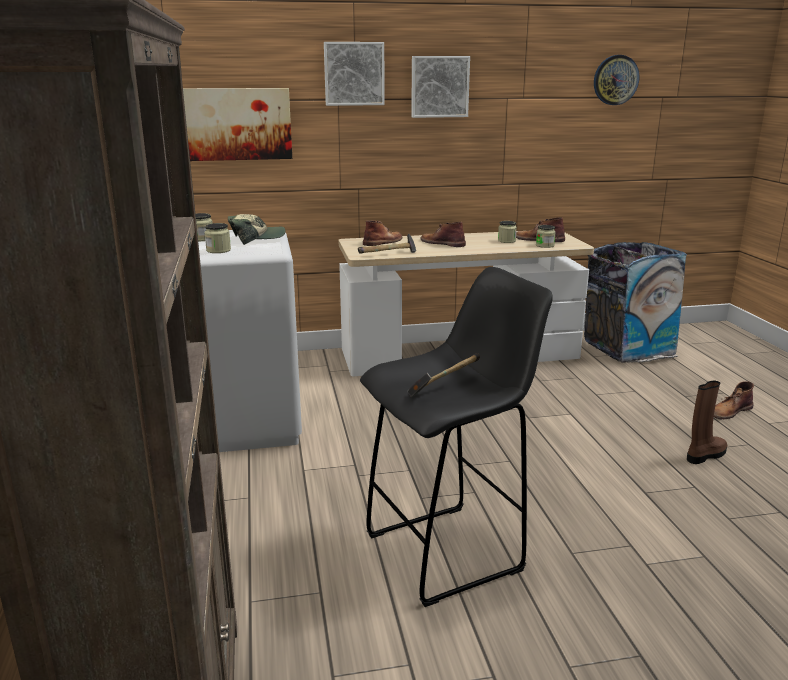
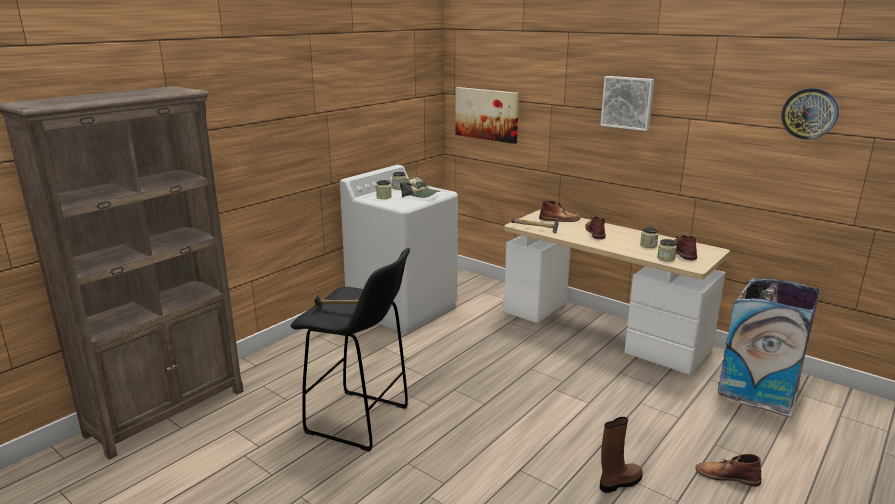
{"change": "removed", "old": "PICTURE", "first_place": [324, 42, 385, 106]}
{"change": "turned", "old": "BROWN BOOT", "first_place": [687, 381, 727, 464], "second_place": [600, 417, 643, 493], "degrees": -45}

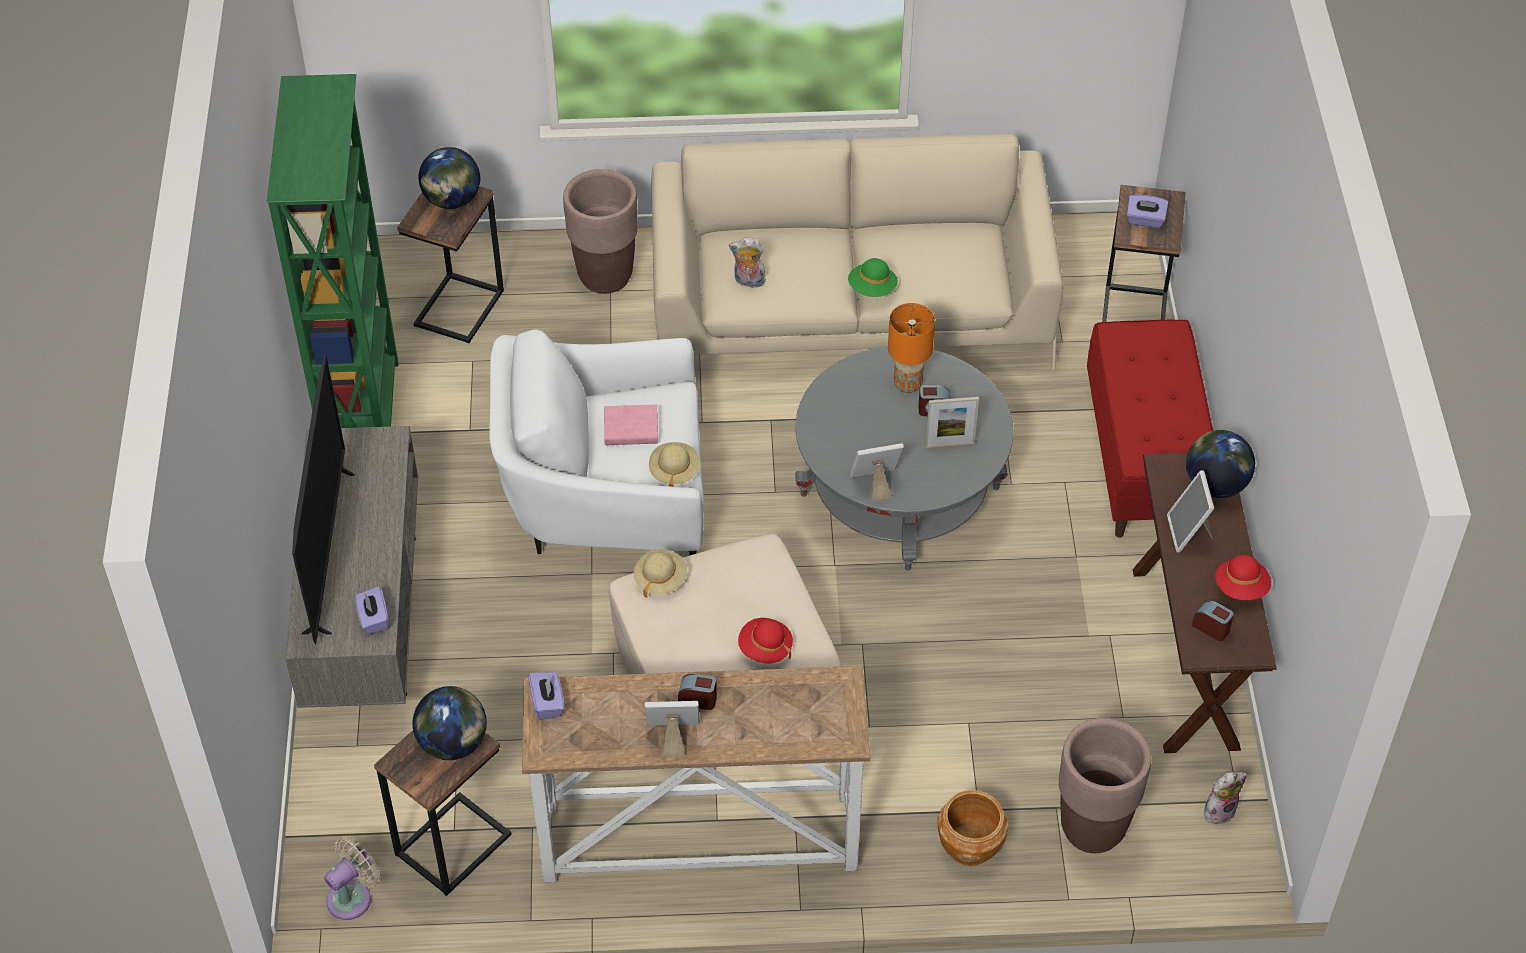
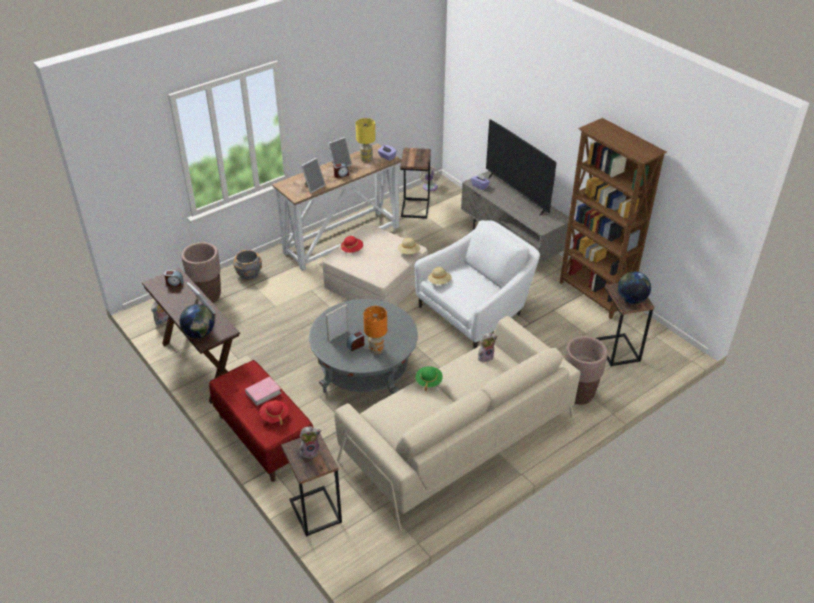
{"change": "recoloured", "old": "GREEN BOOKCASE", "new": "BROWN BOOKCASE", "first_place": [267, 74, 399, 428], "second_place": [560, 118, 667, 319]}
{"change": "removed", "old": "GLOBE", "first_place": [413, 686, 487, 760]}
{"change": "moved", "old": "PINK BOOK", "first_place": [604, 404, 658, 445], "second_place": [245, 377, 281, 406]}
{"change": "moved", "old": "PICTURE FRAME", "first_place": [850, 443, 904, 501], "second_place": [301, 158, 326, 193]}
{"change": "recoloured", "old": "BROWN PLANTER", "new": "GREY PLANTER", "first_place": [937, 790, 1008, 866], "second_place": [233, 250, 262, 280]}
{"change": "replaced", "old": "PURPLE TISSUE BOX", "new": "PLUSH TOY", "first_place": [1127, 195, 1168, 228], "second_place": [300, 426, 321, 459]}
{"change": "moved", "old": "RED HAT", "first_place": [1215, 555, 1271, 600], "second_place": [260, 400, 289, 425]}
{"change": "added", "new": "YELLOW TABLE LAMP", "second_place": [356, 118, 376, 162]}

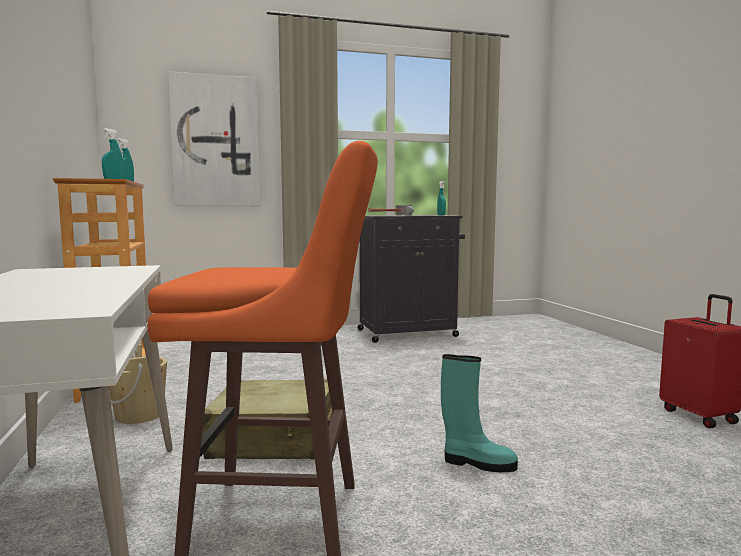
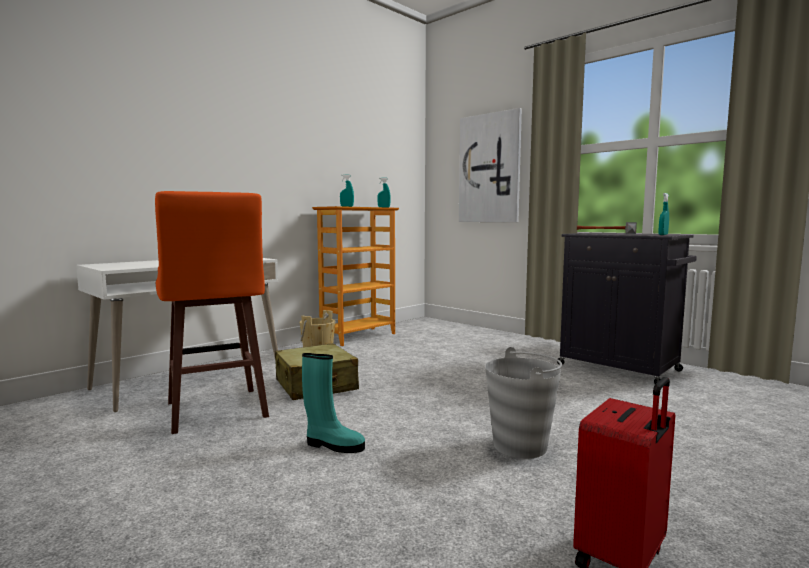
{"change": "turned", "old": "TURQUOISE BOOT", "first_place": [441, 354, 518, 472], "second_place": [302, 353, 365, 453], "degrees": -60}
{"change": "added", "new": "GREY BUCKET", "second_place": [485, 347, 562, 459]}

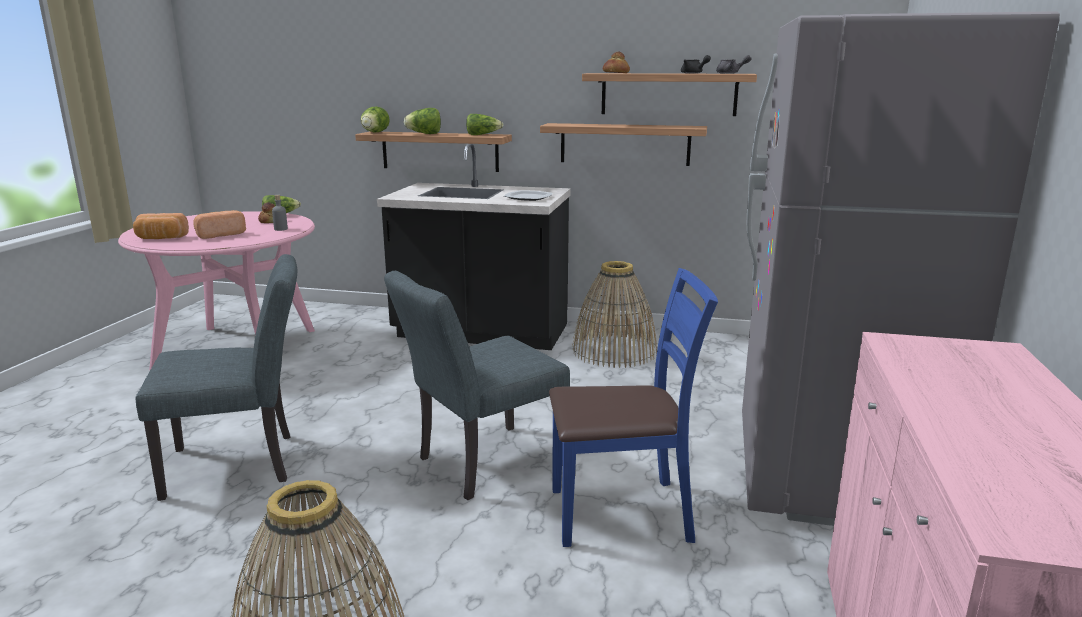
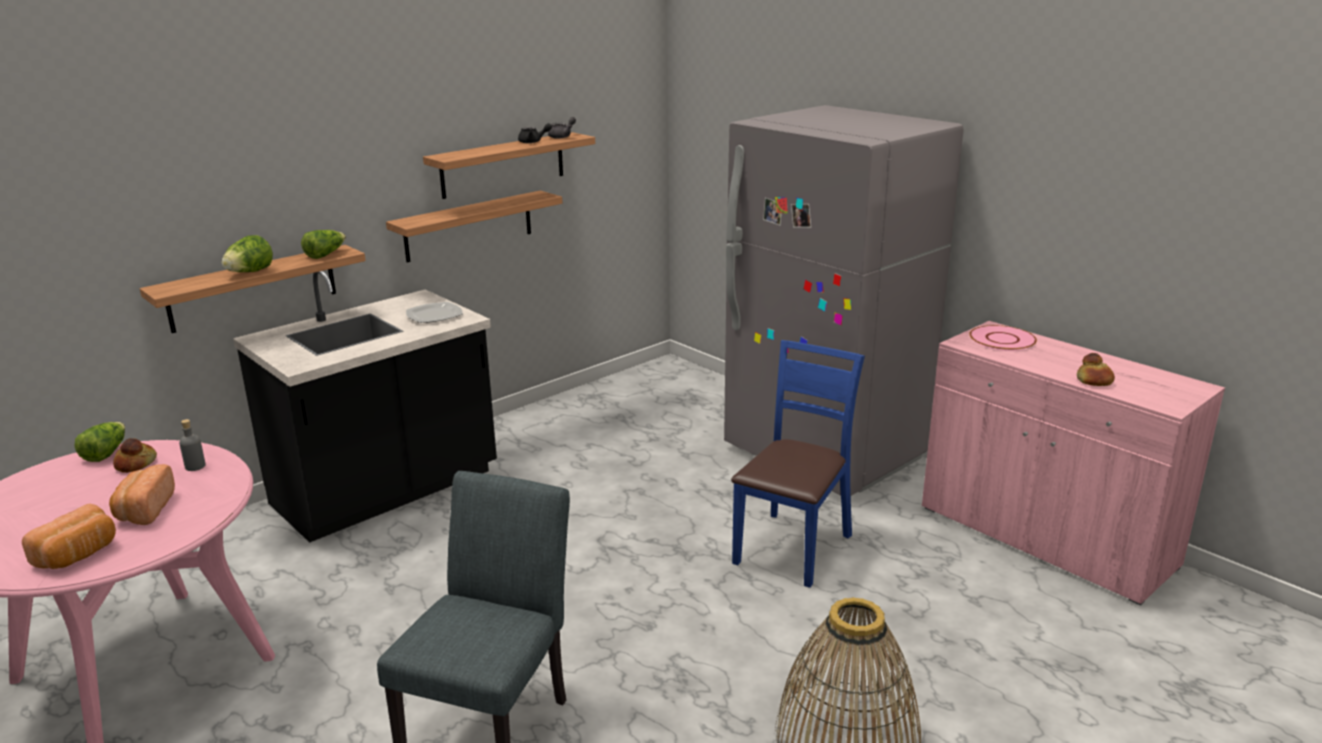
{"change": "removed", "old": "LETTUCE", "first_place": [361, 106, 390, 132]}
{"change": "removed", "old": "GREY CHAIR", "first_place": [384, 271, 570, 500]}
{"change": "removed", "old": "BASKET", "first_place": [572, 261, 657, 368]}
{"change": "moved", "old": "BREAD", "first_place": [603, 52, 630, 73], "second_place": [1077, 353, 1115, 386]}
{"change": "added", "new": "PINK PLATE", "second_place": [969, 325, 1037, 351]}

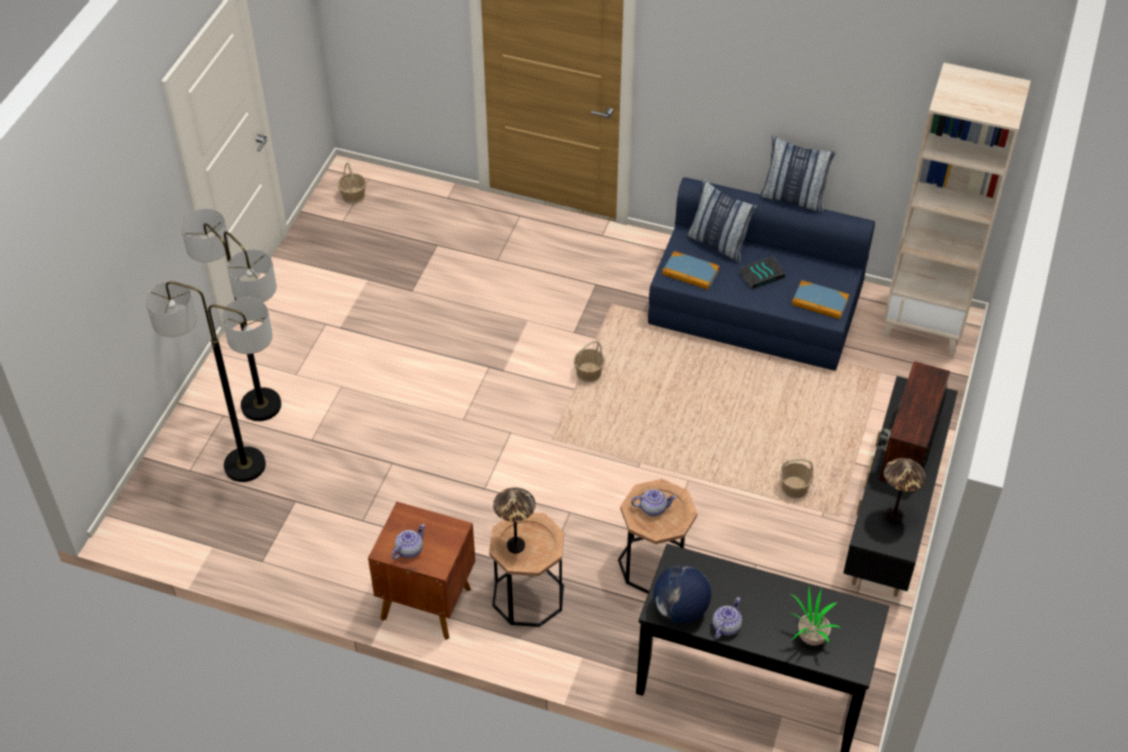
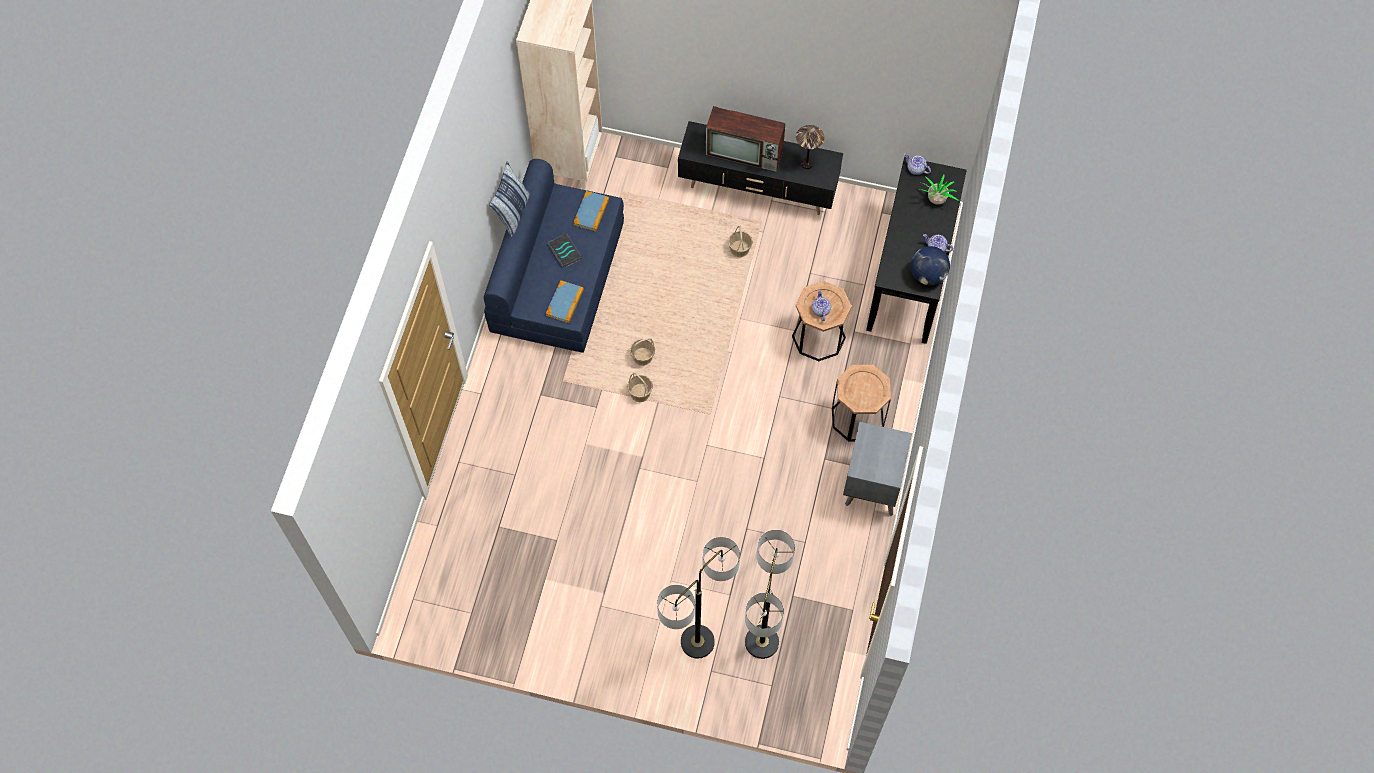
{"change": "moved", "old": "BASKET", "first_place": [338, 162, 366, 205], "second_place": [630, 338, 655, 366]}
{"change": "recoloured", "old": "BROWN NIGHTSTAND", "new": "GREY NIGHTSTAND", "first_place": [368, 501, 475, 640], "second_place": [843, 422, 912, 516]}
{"change": "moved", "old": "TEAPOT", "first_place": [392, 524, 425, 559], "second_place": [904, 153, 931, 175]}
{"change": "removed", "old": "TABLE LAMP", "first_place": [493, 487, 536, 554]}
{"change": "removed", "old": "PILLOW", "first_place": [687, 178, 757, 263]}

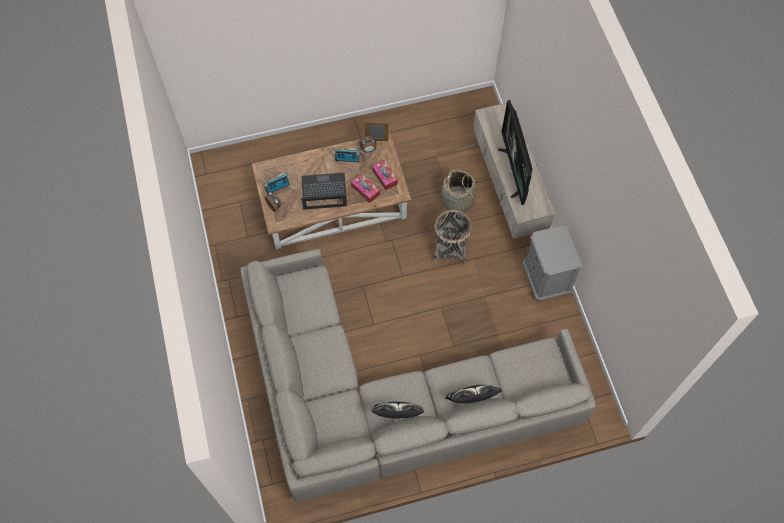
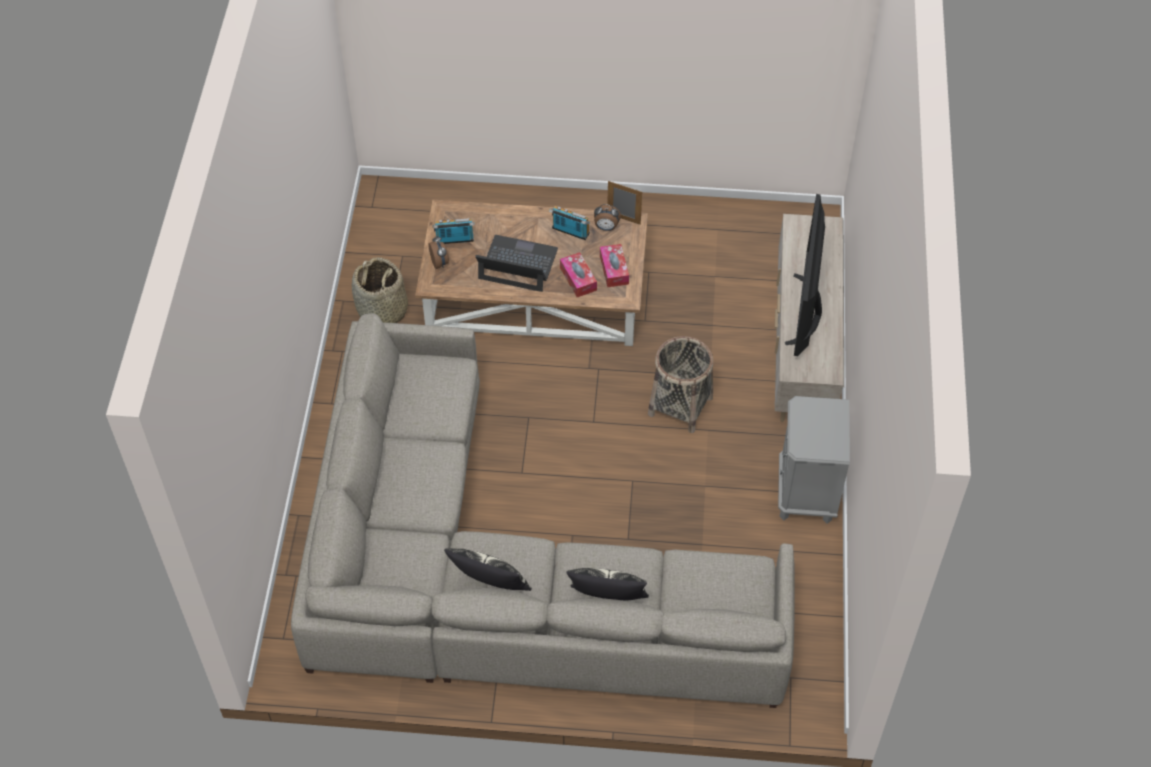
{"change": "moved", "old": "BASKET", "first_place": [441, 169, 475, 212], "second_place": [352, 257, 408, 323]}

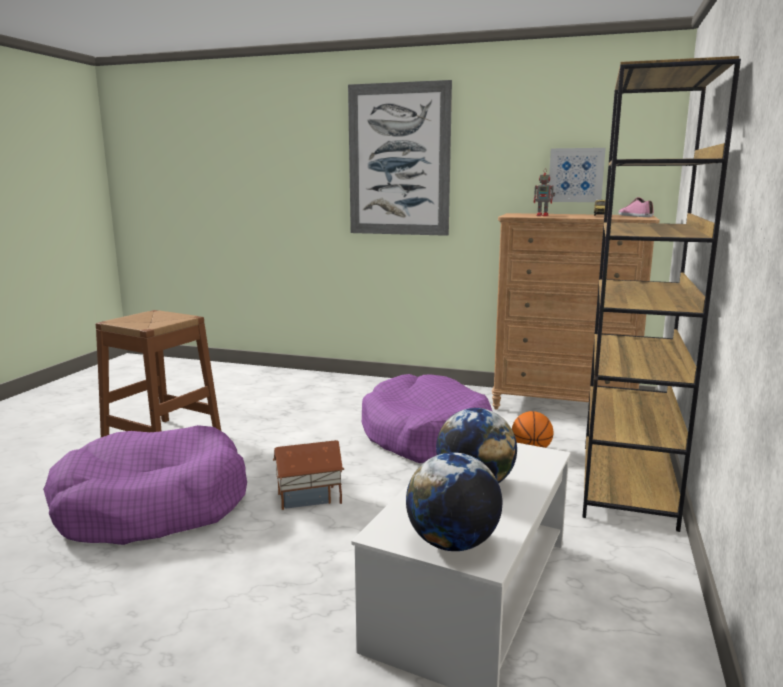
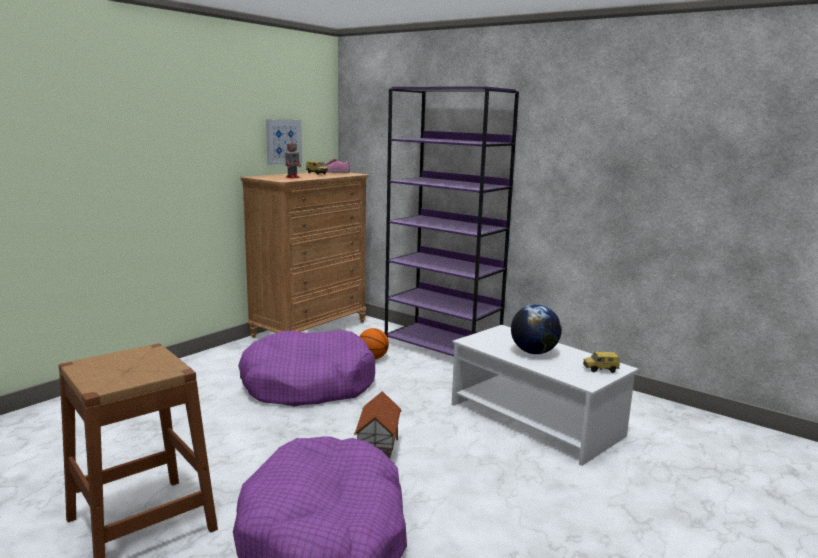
{"change": "removed", "old": "PICTURE", "first_place": [348, 80, 452, 236]}
{"change": "replaced", "old": "GLOBE", "new": "TOY CAR", "first_place": [406, 452, 502, 551], "second_place": [583, 352, 620, 373]}
{"change": "recoloured", "old": "BROWN BOOKCASE", "new": "PURPLE BOOKCASE", "first_place": [582, 56, 741, 532], "second_place": [385, 86, 519, 356]}

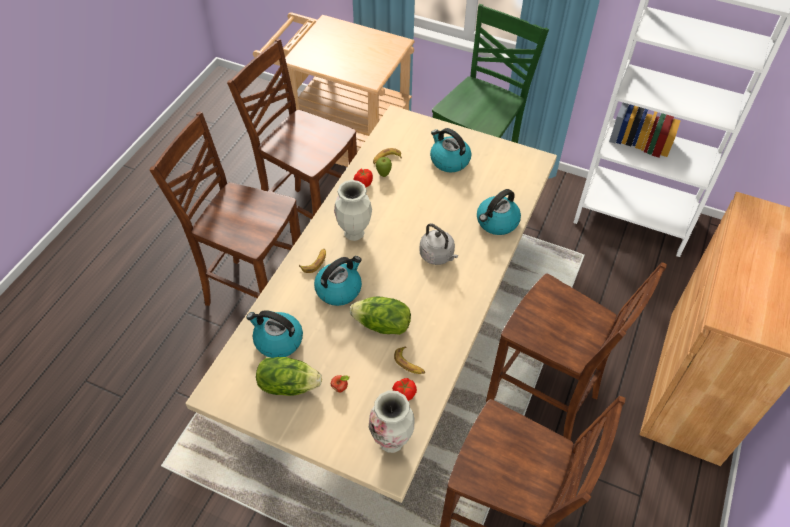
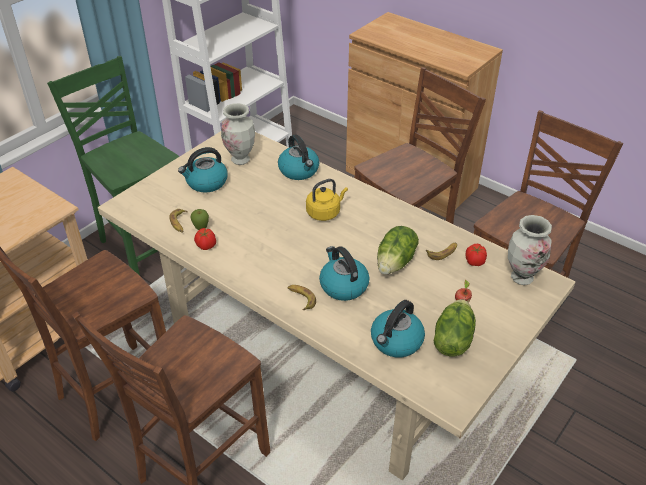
{"change": "moved", "old": "VASE", "first_place": [334, 180, 372, 241], "second_place": [221, 103, 255, 165]}
{"change": "recoloured", "old": "GREY KETTLE", "new": "YELLOW KETTLE", "first_place": [419, 223, 458, 265], "second_place": [306, 179, 348, 221]}

